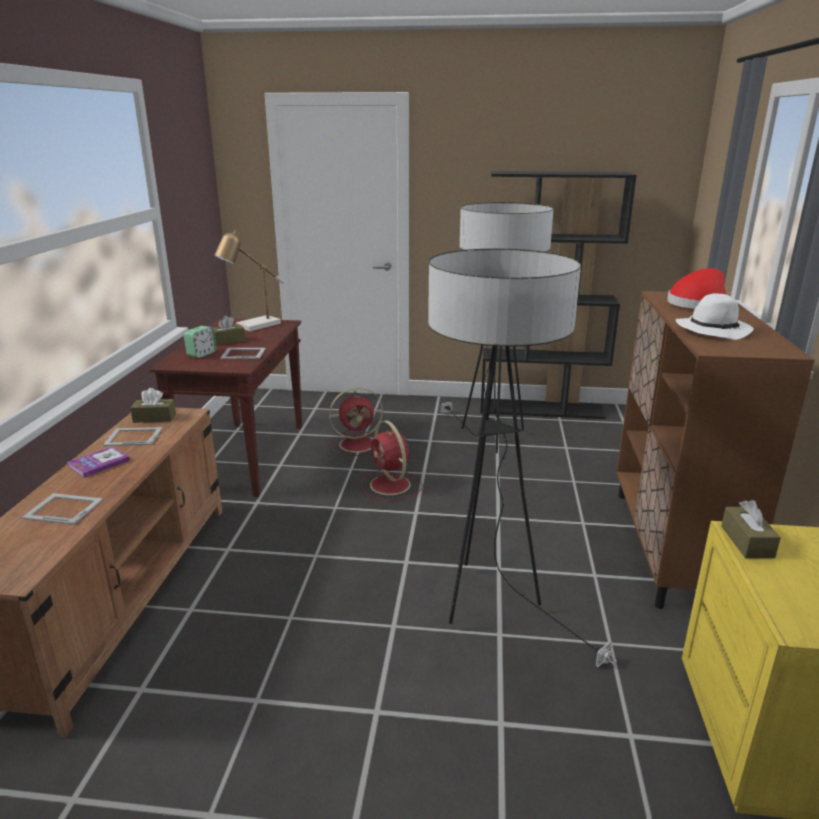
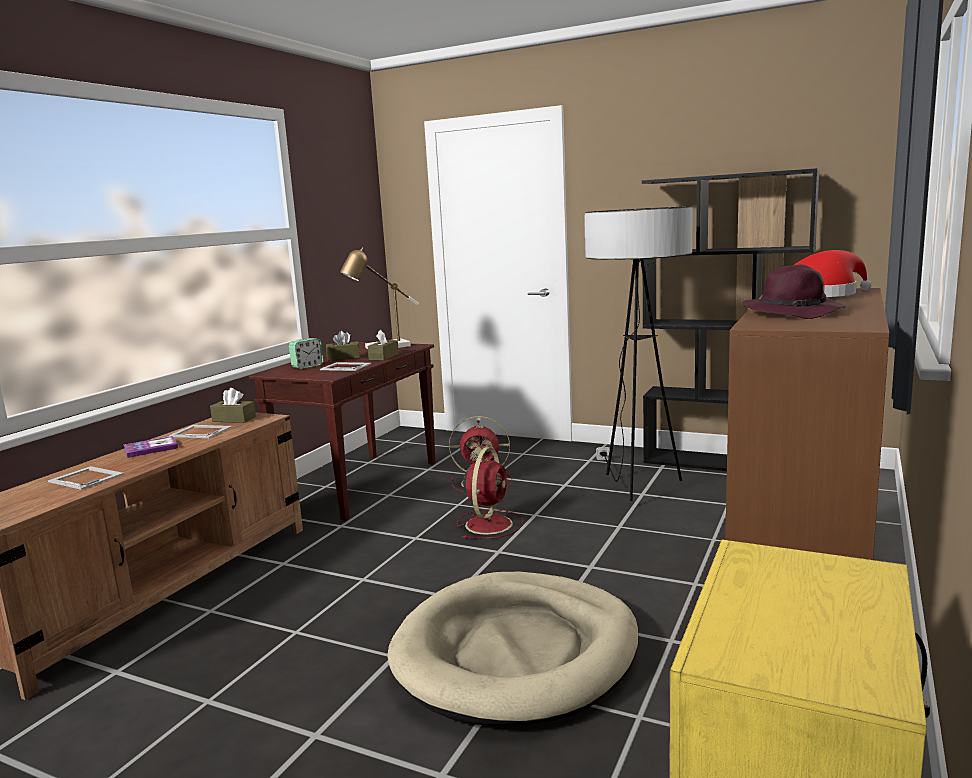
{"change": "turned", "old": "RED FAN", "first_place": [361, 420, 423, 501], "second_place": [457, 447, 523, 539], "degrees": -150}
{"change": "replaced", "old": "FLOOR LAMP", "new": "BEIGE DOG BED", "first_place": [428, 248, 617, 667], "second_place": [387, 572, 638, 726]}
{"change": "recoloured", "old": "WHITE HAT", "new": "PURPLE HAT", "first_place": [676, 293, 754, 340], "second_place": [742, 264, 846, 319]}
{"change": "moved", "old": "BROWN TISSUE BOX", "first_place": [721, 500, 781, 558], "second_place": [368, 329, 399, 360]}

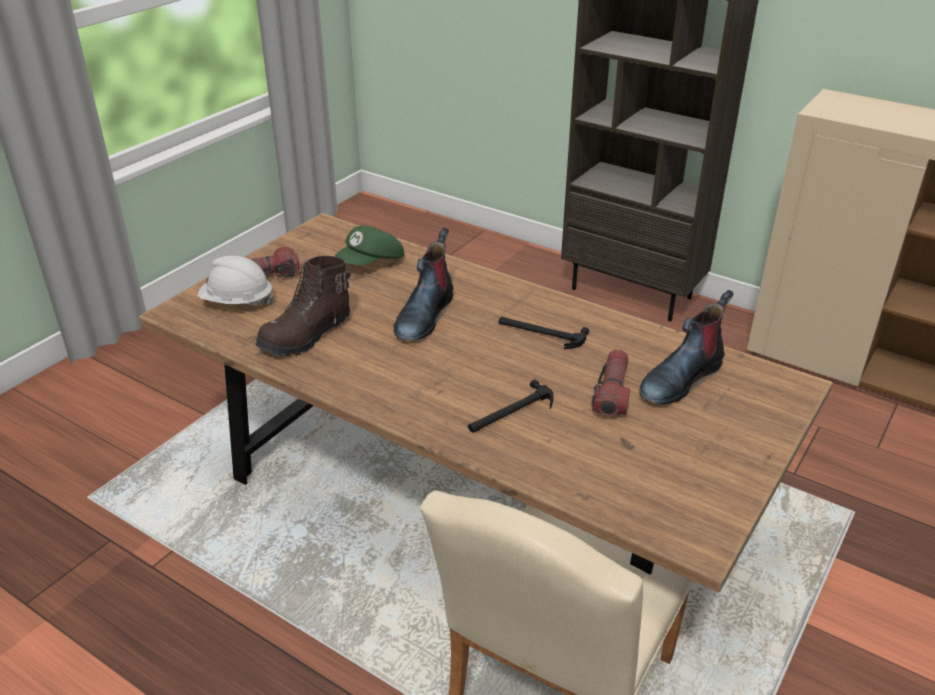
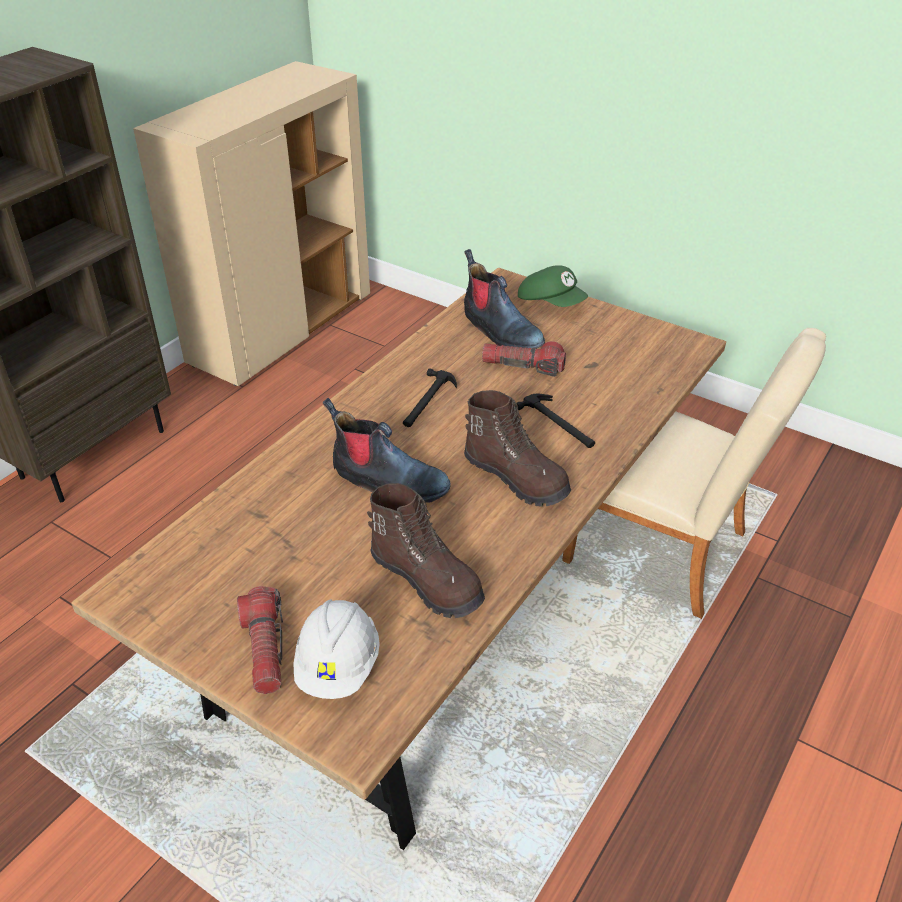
{"change": "moved", "old": "GREEN CAP", "first_place": [335, 226, 404, 266], "second_place": [518, 265, 588, 307]}
{"change": "added", "new": "BROWN BOOT", "second_place": [464, 390, 571, 507]}

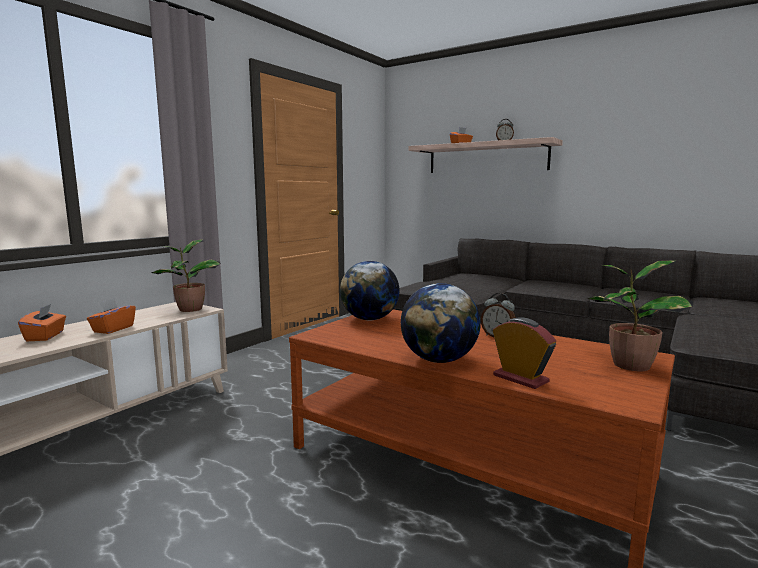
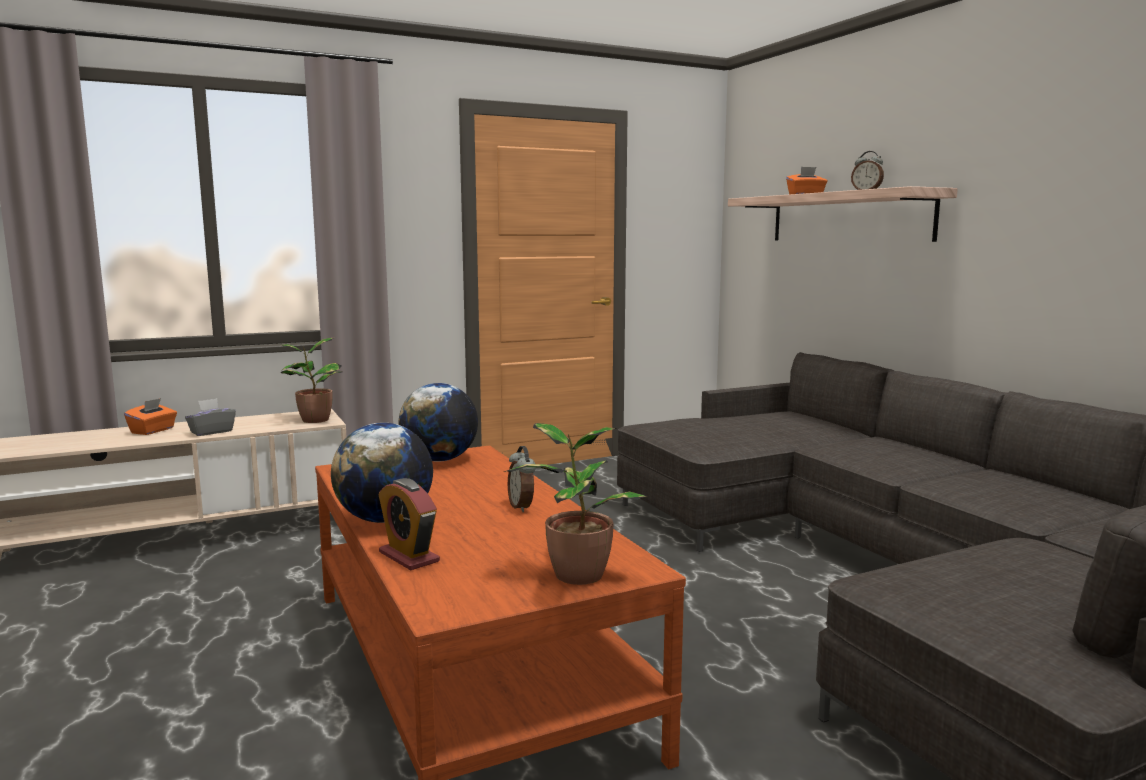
{"change": "recoloured", "old": "ORANGE TISSUE BOX", "new": "GREY TISSUE BOX", "first_place": [87, 298, 136, 334], "second_place": [185, 398, 236, 436]}
{"change": "turned", "old": "ALARM CLOCK", "first_place": [493, 318, 556, 389], "second_place": [378, 478, 440, 570], "degrees": 150}

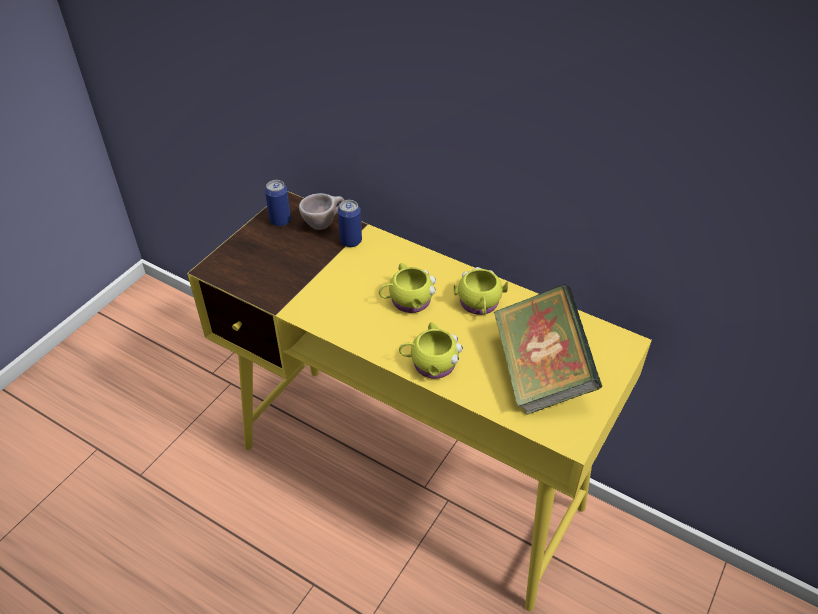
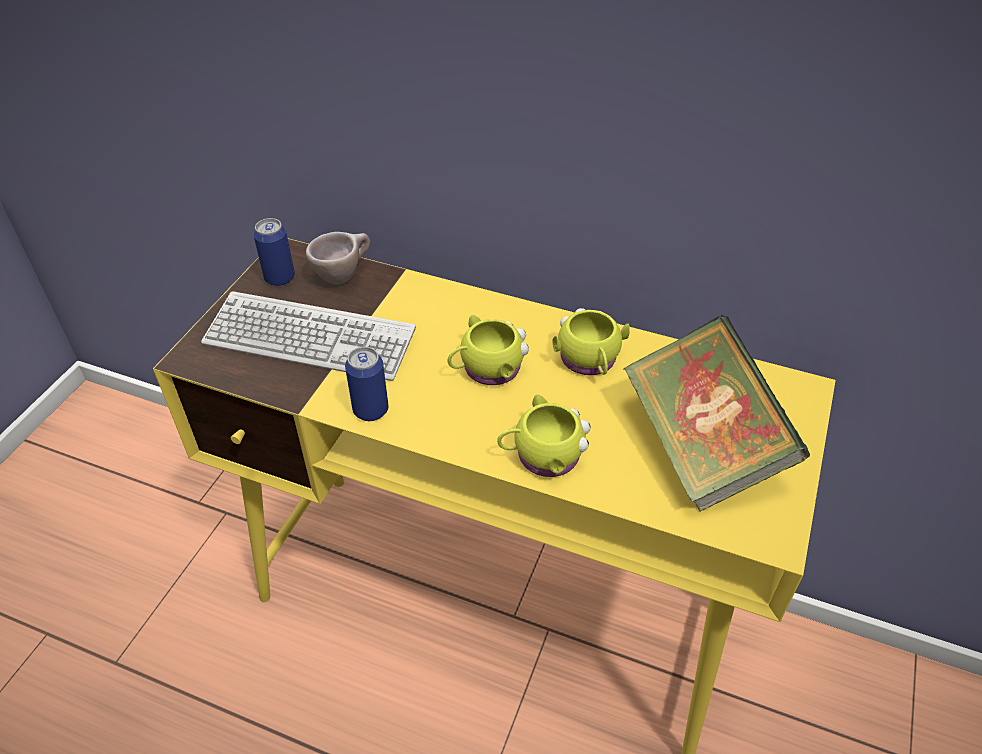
{"change": "moved", "old": "CAN", "first_place": [338, 200, 362, 247], "second_place": [345, 347, 388, 421]}
{"change": "added", "new": "KEYBOARD", "second_place": [201, 291, 416, 381]}

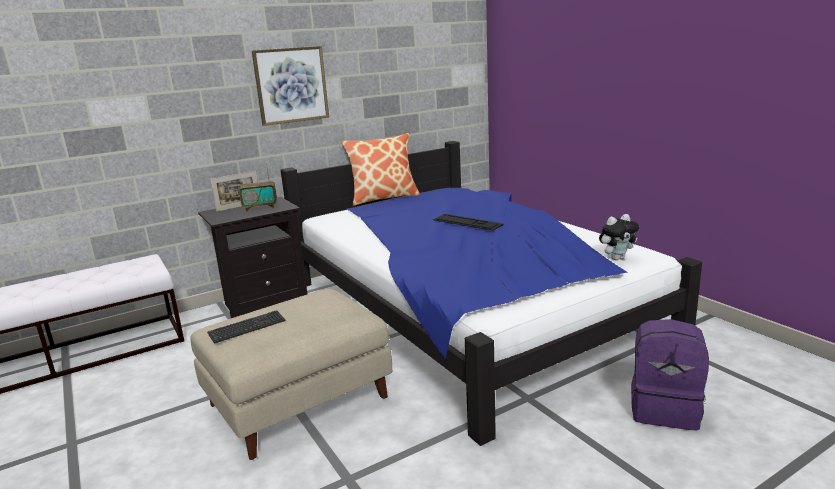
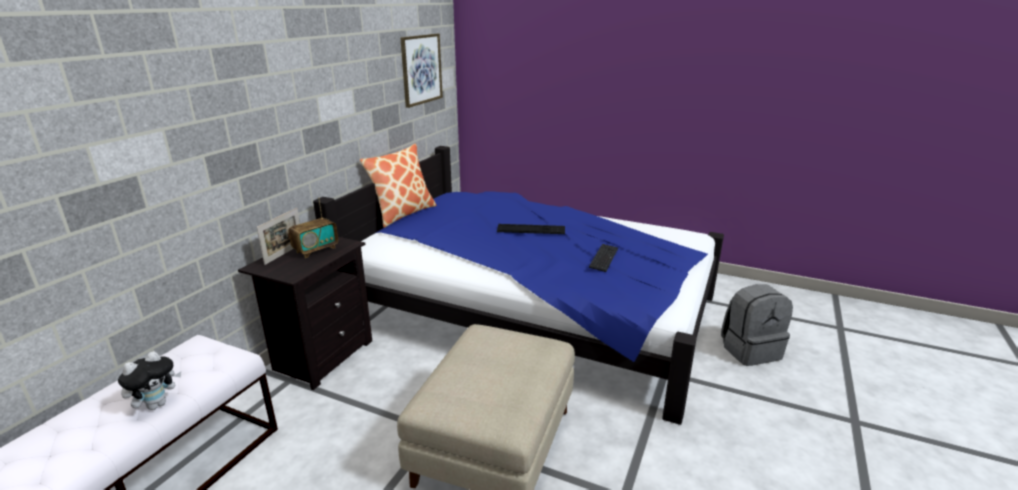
{"change": "moved", "old": "KEYBOARD", "first_place": [207, 310, 286, 343], "second_place": [589, 244, 618, 272]}
{"change": "moved", "old": "PICTURE", "first_place": [252, 46, 329, 126], "second_place": [400, 34, 443, 108]}
{"change": "moved", "old": "PLUSH TOY", "first_place": [599, 214, 639, 260], "second_place": [118, 351, 181, 410]}
{"change": "recoloured", "old": "PURPLE BACKPACK", "new": "GREY BACKPACK", "first_place": [631, 319, 709, 431], "second_place": [721, 284, 793, 366]}

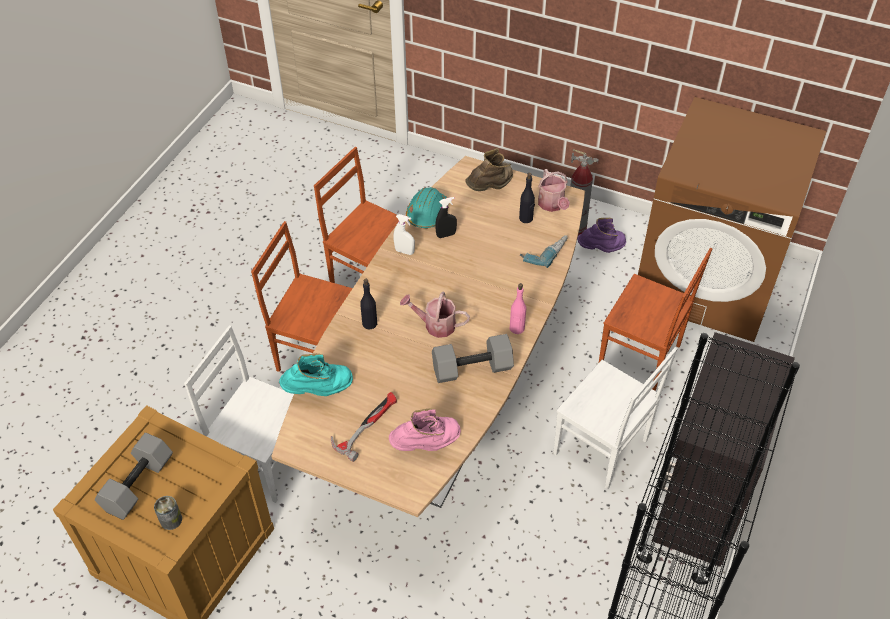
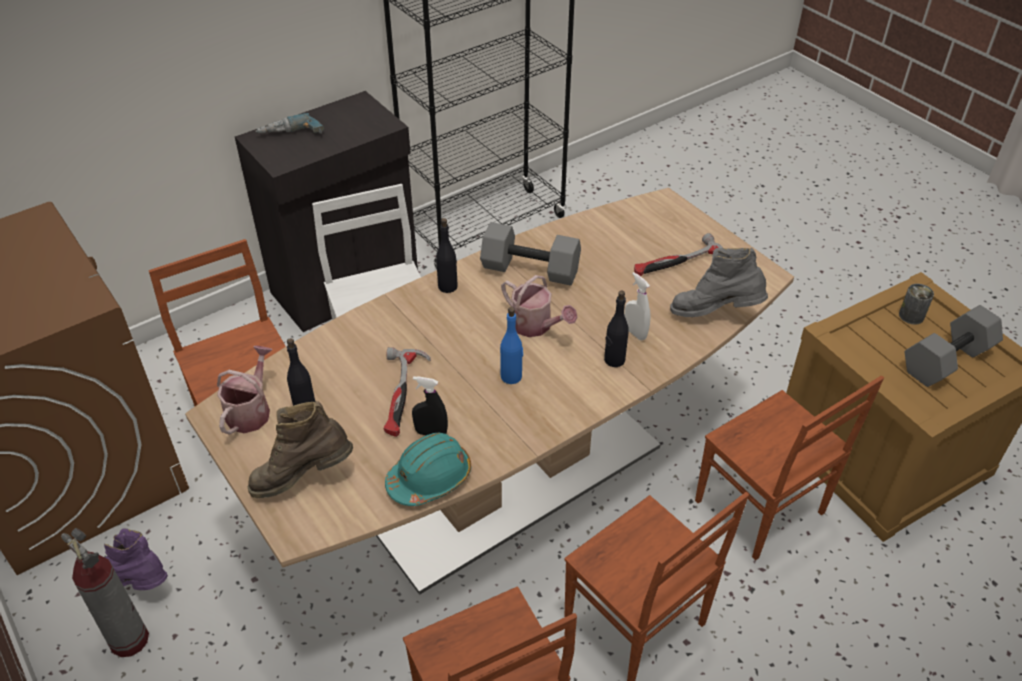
{"change": "recoloured", "old": "WHITE CHAIR", "new": "BROWN CHAIR", "first_place": [184, 325, 294, 503], "second_place": [695, 376, 884, 560]}
{"change": "recoloured", "old": "TURQUOISE BOOT", "new": "GREY BOOT", "first_place": [279, 353, 353, 396], "second_place": [670, 248, 768, 317]}
{"change": "removed", "old": "PINK BOOT", "first_place": [389, 408, 461, 451]}
{"change": "moved", "old": "WHITE SPRAY BOTTLE", "first_place": [393, 214, 415, 255], "second_place": [624, 272, 650, 340]}
{"change": "recoloured", "old": "PINK BOTTLE", "new": "BLACK BOTTLE", "first_place": [510, 283, 526, 334], "second_place": [436, 218, 458, 293]}
{"change": "moved", "old": "POWER DRILL", "first_place": [520, 235, 568, 268], "second_place": [255, 113, 324, 134]}
{"change": "added", "new": "HAMMER", "second_place": [384, 347, 431, 437]}
{"change": "added", "new": "BLUE BOTTLE", "second_place": [500, 307, 523, 384]}

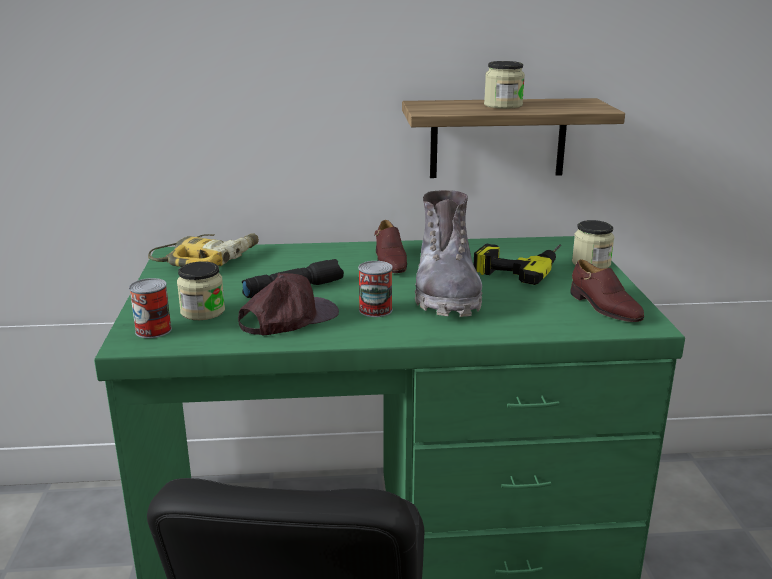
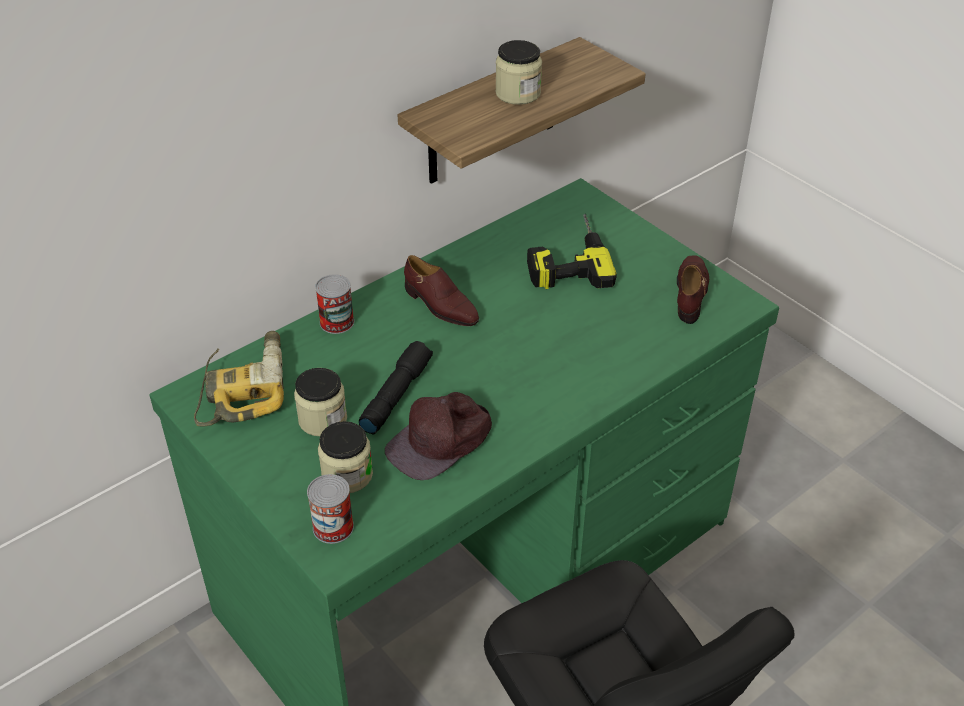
{"change": "turned", "old": "BROWN CAP", "first_place": [238, 273, 339, 336], "second_place": [385, 392, 492, 480], "degrees": -150}
{"change": "moved", "old": "CAN", "first_place": [358, 261, 393, 317], "second_place": [315, 274, 354, 334]}
{"change": "removed", "old": "GREY BOOT", "first_place": [415, 190, 483, 317]}
{"change": "turned", "old": "BROWN SHOE", "first_place": [570, 259, 645, 322], "second_place": [677, 255, 709, 324], "degrees": -105}
{"change": "moved", "old": "JAR", "first_place": [572, 220, 614, 269], "second_place": [294, 368, 347, 436]}

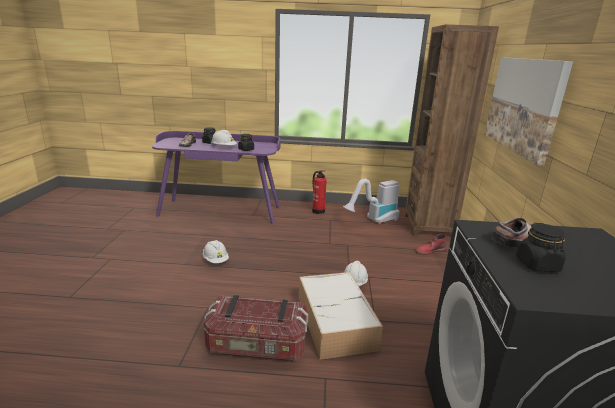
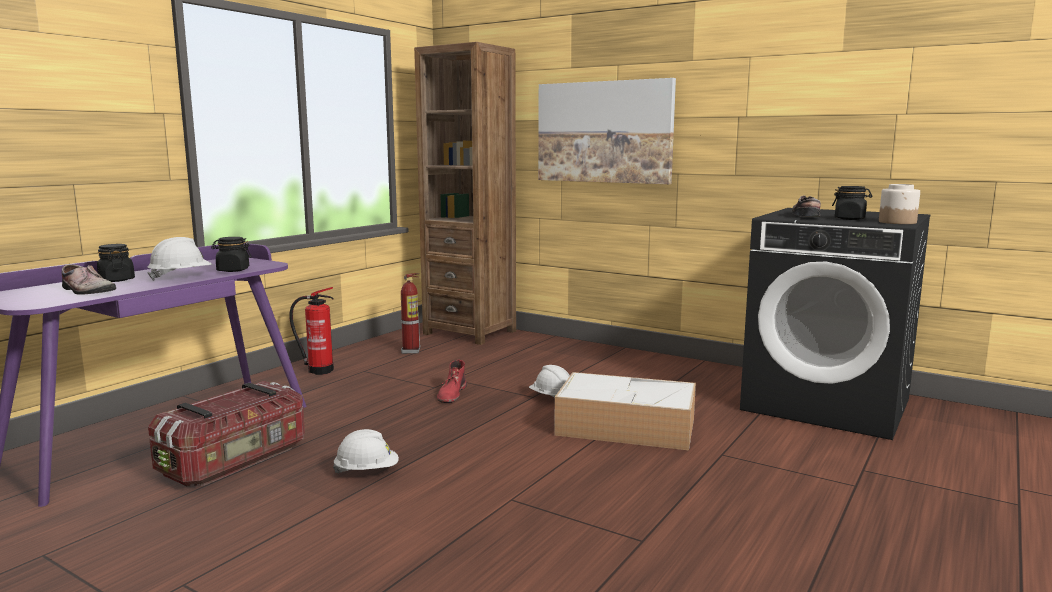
{"change": "moved", "old": "STORAGE BOX", "first_place": [204, 295, 309, 361], "second_place": [148, 381, 305, 487]}
{"change": "replaced", "old": "VACUUM CLEANER", "new": "FIRE EXTINGUISHER", "first_place": [343, 178, 399, 224], "second_place": [401, 273, 421, 354]}
{"change": "moved", "old": "RED BOOT", "first_place": [415, 234, 447, 254], "second_place": [437, 360, 467, 403]}
{"change": "added", "new": "JAR", "second_place": [879, 184, 920, 224]}

